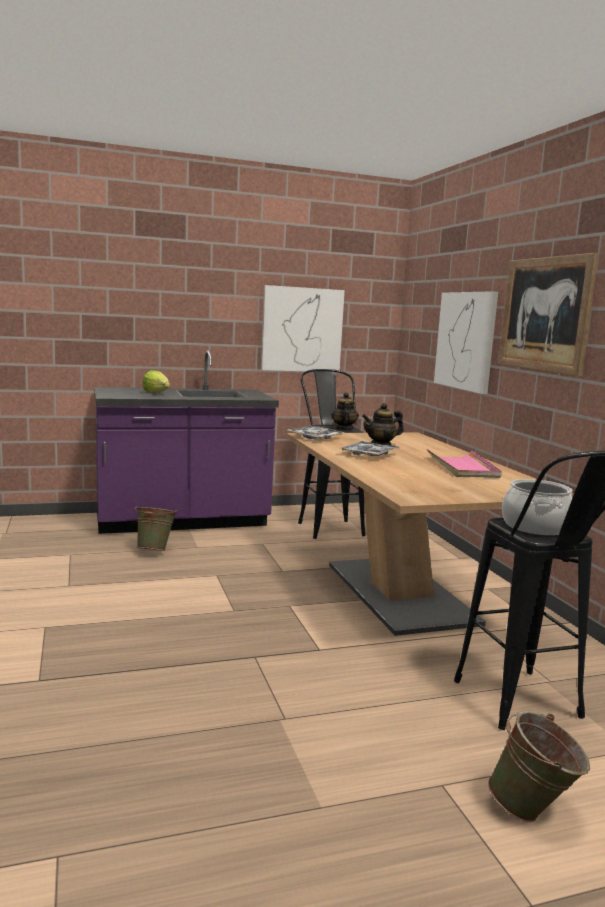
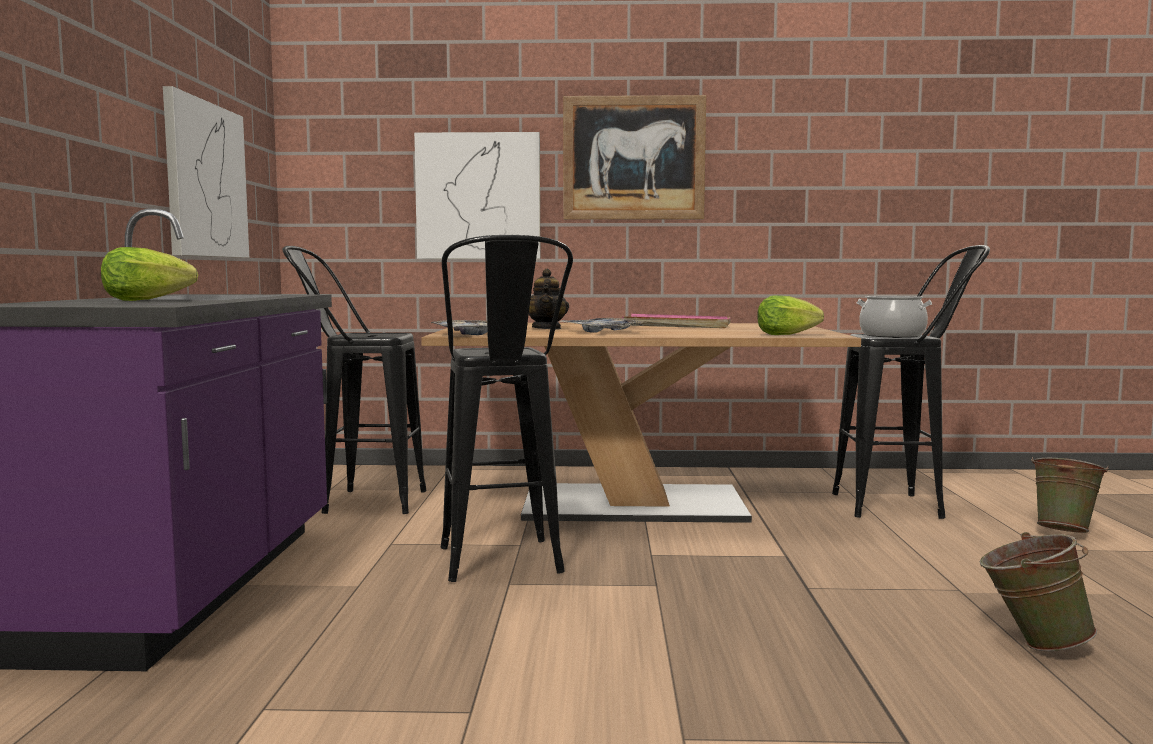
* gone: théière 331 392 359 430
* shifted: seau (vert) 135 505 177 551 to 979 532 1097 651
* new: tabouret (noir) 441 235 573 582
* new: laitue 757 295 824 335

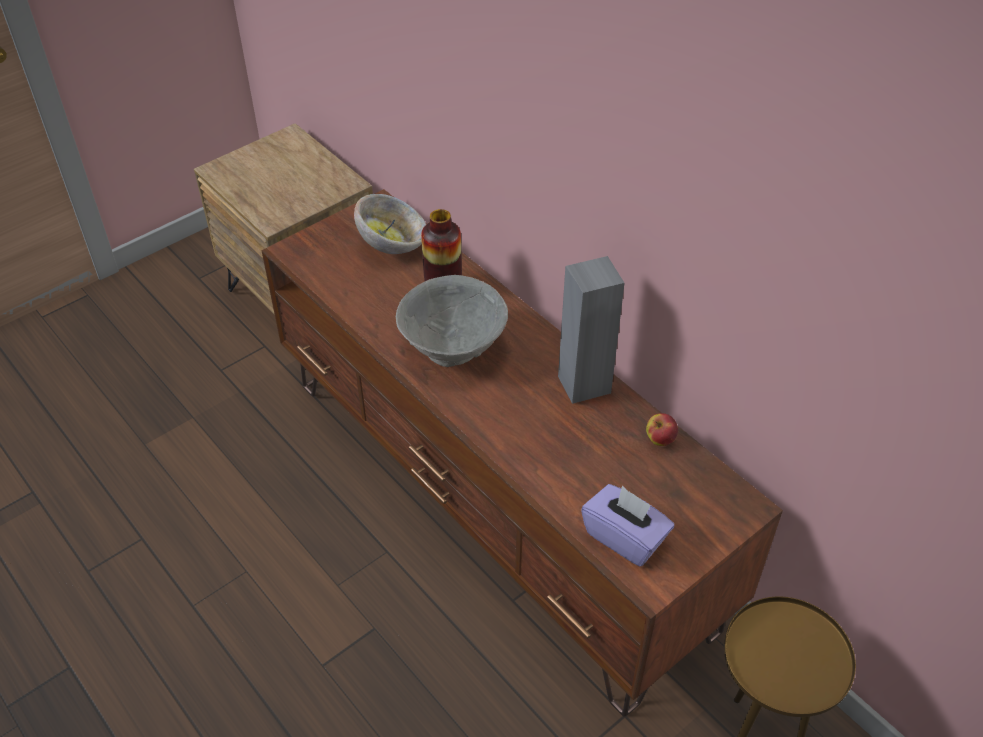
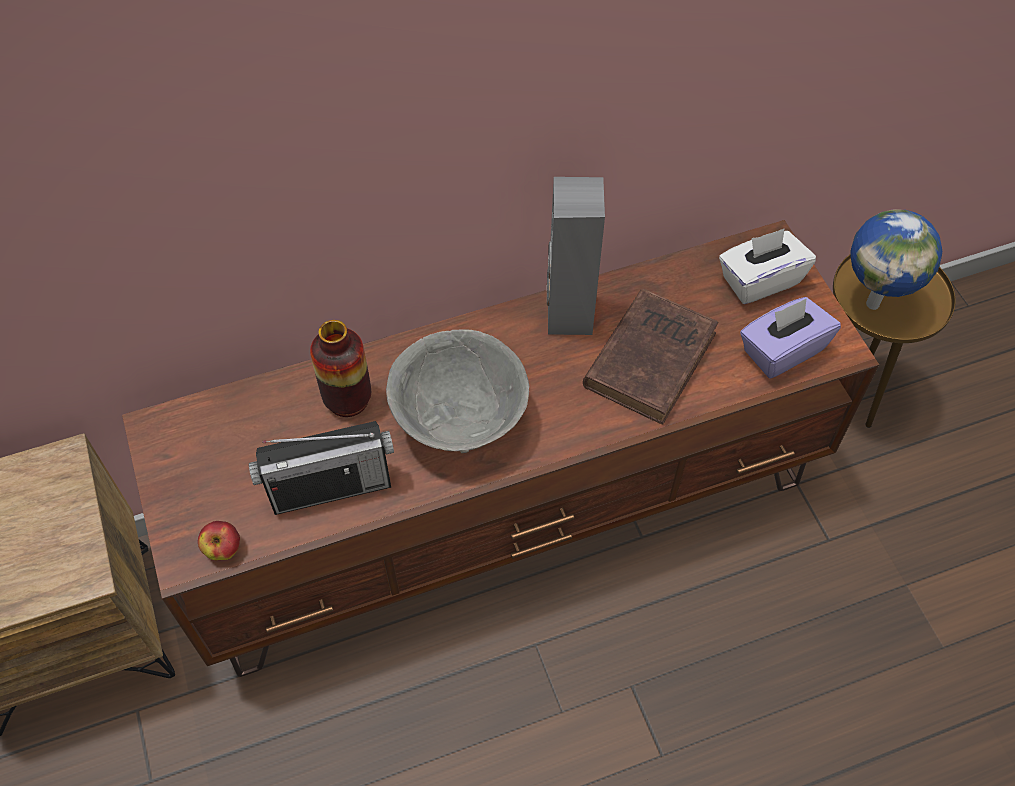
* gone: bol 354 194 426 254
* shifted: pomme 646 413 678 446 to 198 521 240 560
* new: globe 850 209 942 310
* new: boîte à mouchoirs (blanc) 719 228 816 304
* new: livre (marron) 583 289 719 424
* new: radio 249 421 394 515

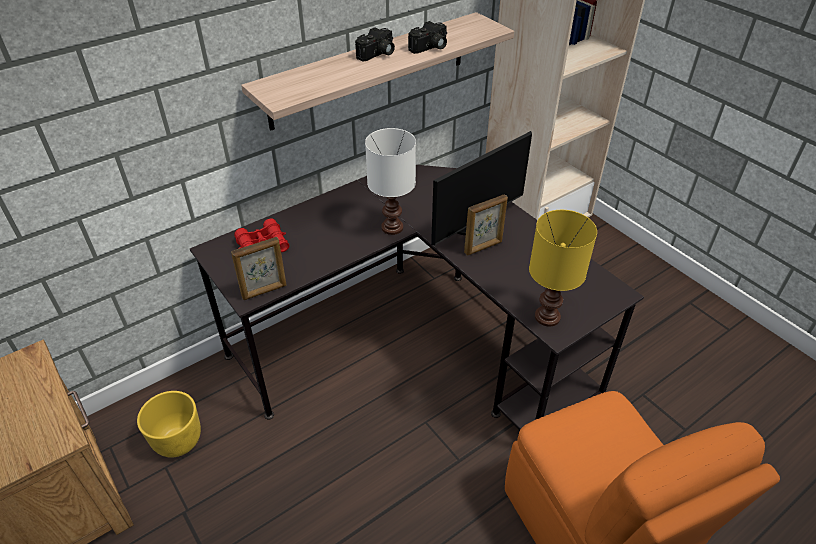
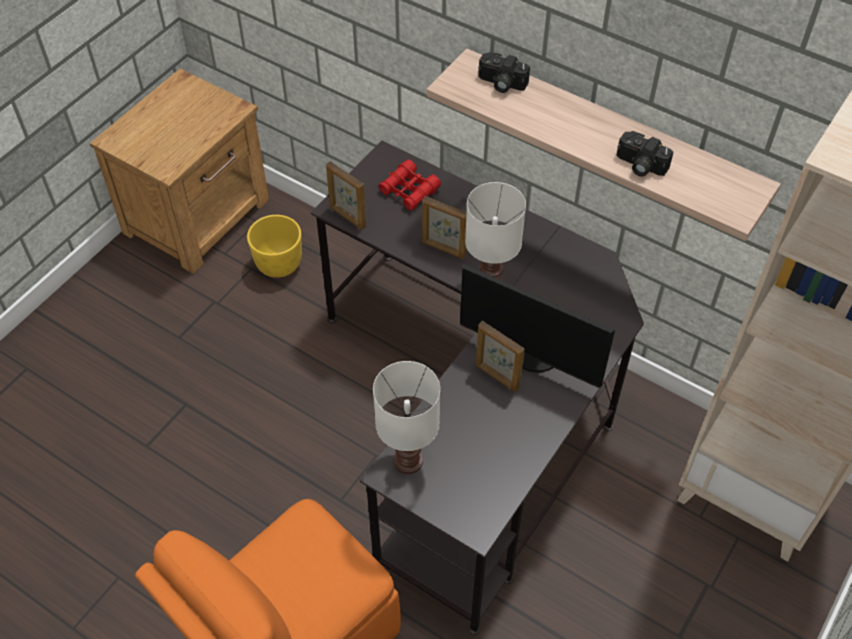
* shifted: appareil photo 355 27 395 62 to 478 52 530 93
* repainted: lampe de table (jaune) 529 210 597 327 to lampe de table (blanc) 373 361 440 474
* new: cadre photo 422 196 467 259

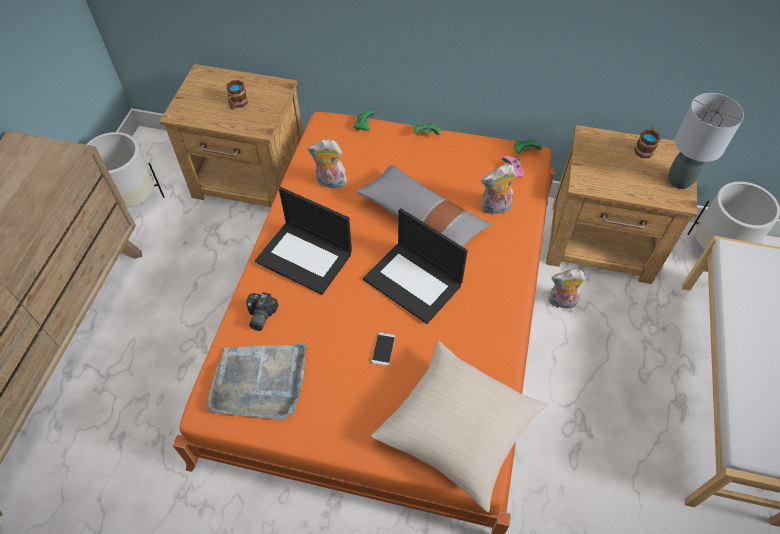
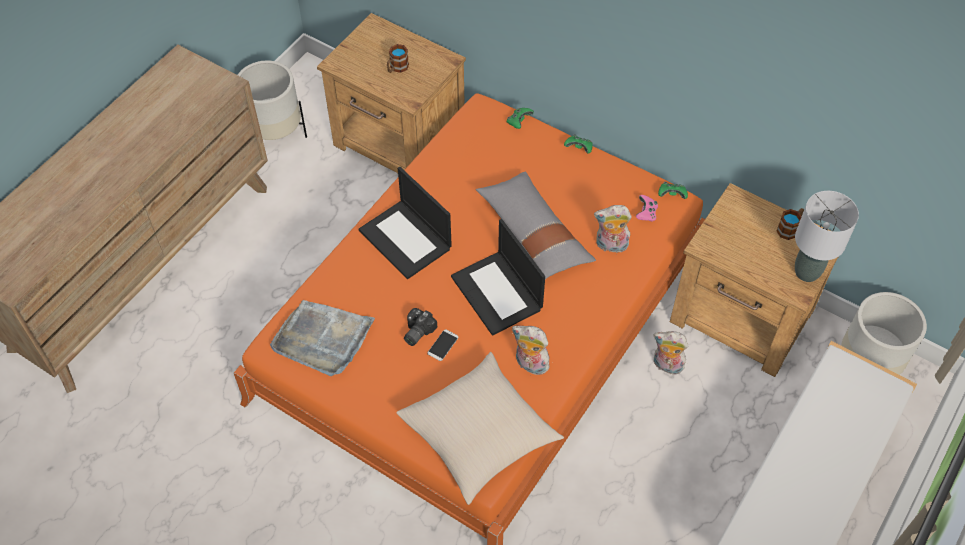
* shifted: peluche 307 140 347 189 to 512 326 550 375
* shifted: appareil photo 246 292 279 331 to 404 308 437 346

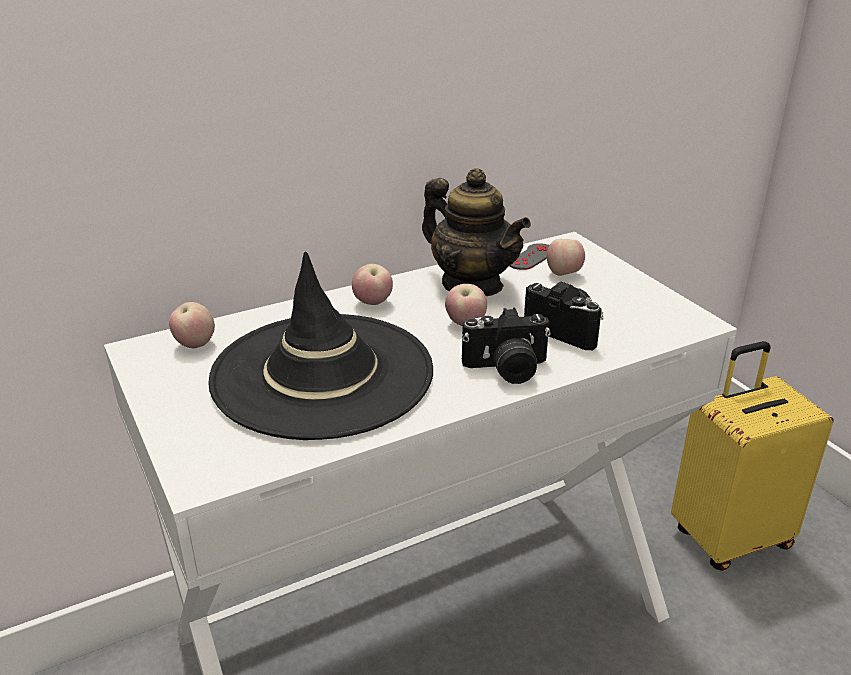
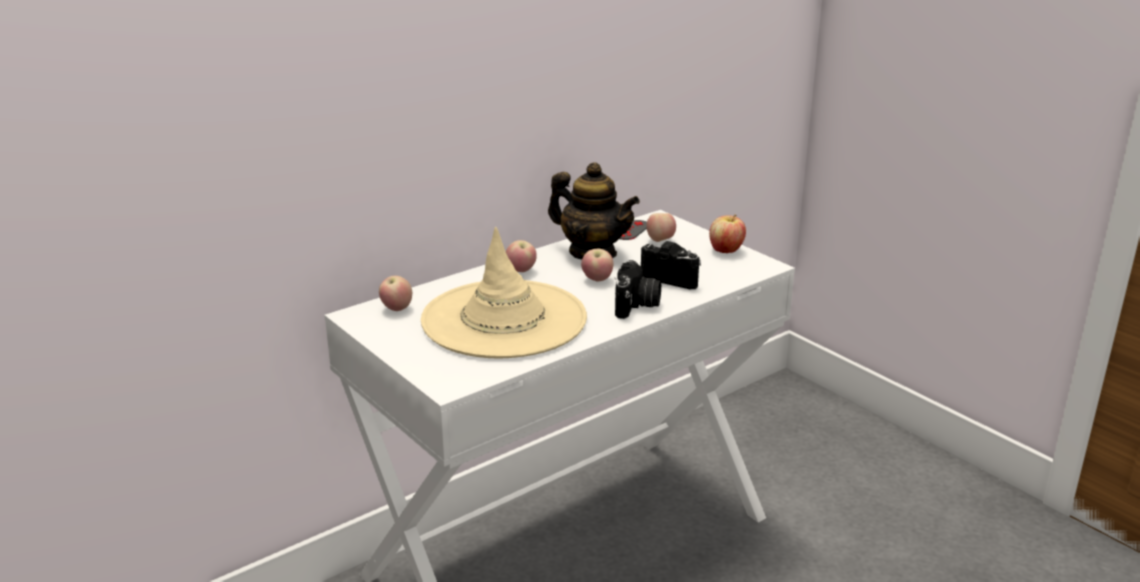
* repainted: chapeau (noir) 208 251 433 440 to chapeau (beige) 421 227 587 359
* rotated: appareil photo 462 308 551 384 = 614 260 661 319 60 degrees counterclockwise
* gone: valise (jaune) 671 341 834 571
* new: pomme 709 214 746 253

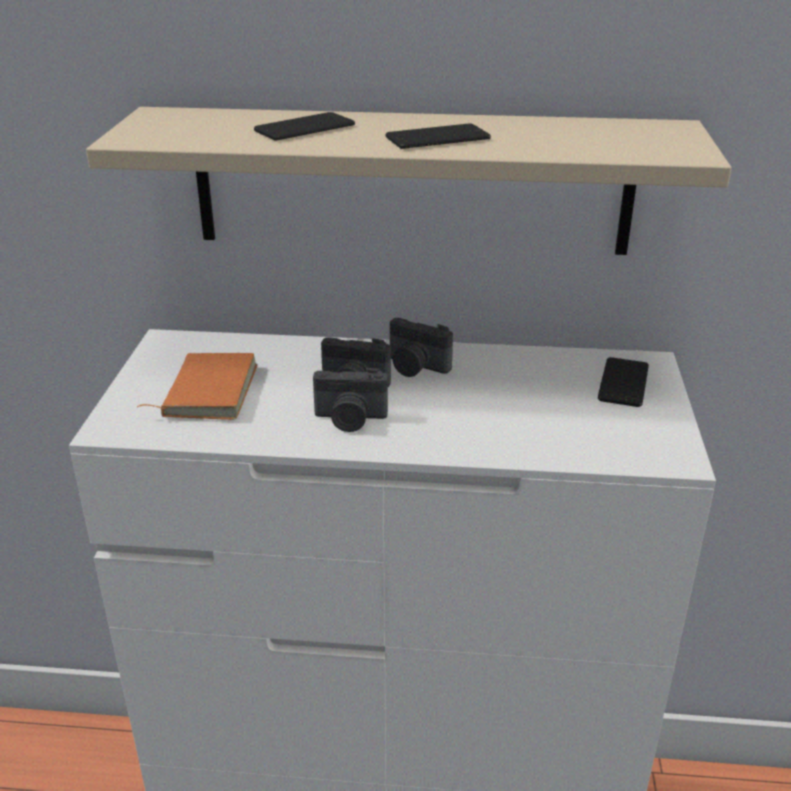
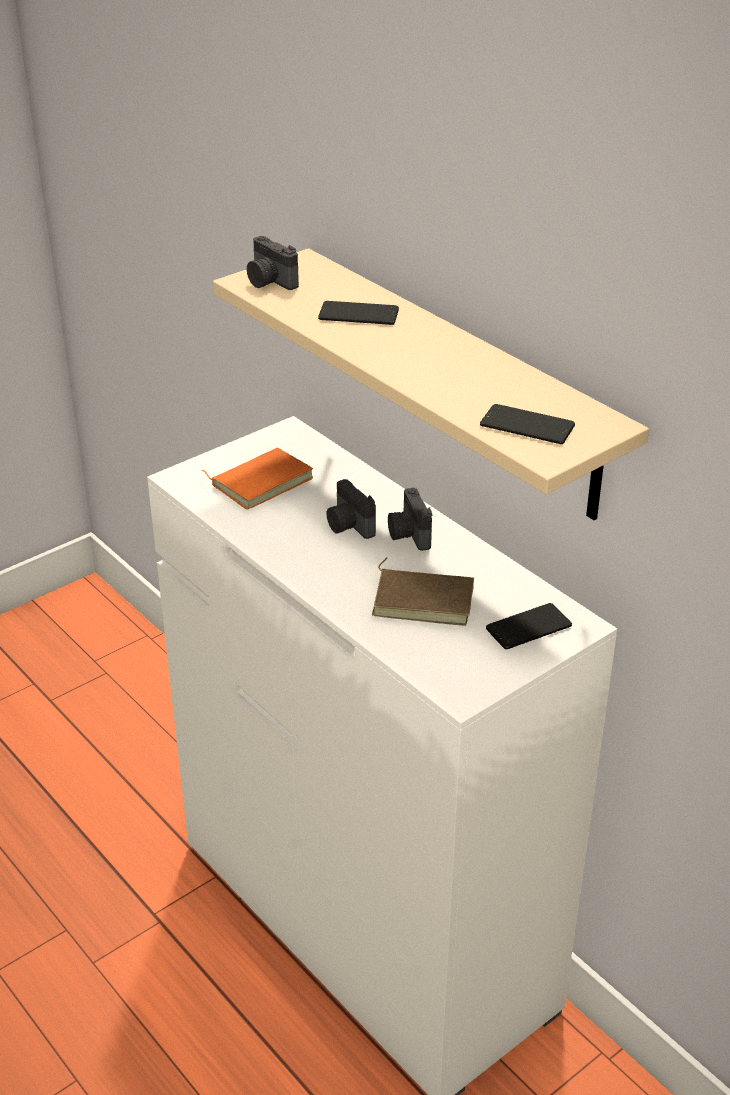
* shifted: téléphone 386 124 491 149 to 480 404 575 444
* shifted: appareil photo 313 368 388 432 to 247 236 299 290
* new: livre (marron) 372 557 474 626

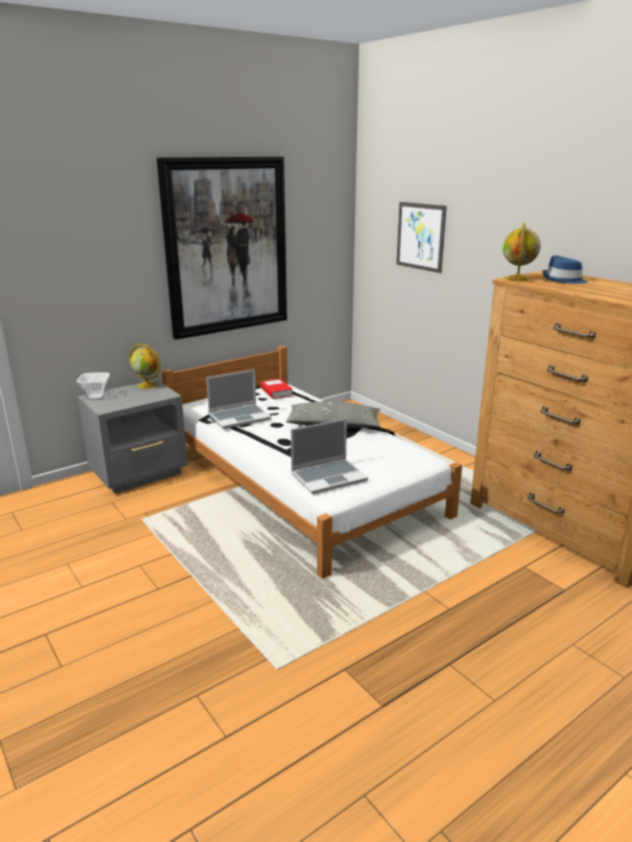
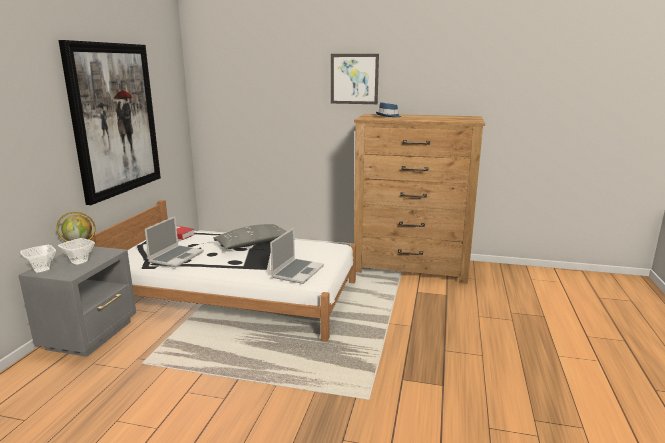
* shifted: tableau 396 202 447 273 to 331 54 379 104
* gone: globe 503 223 541 281
* new: bol 57 238 95 266

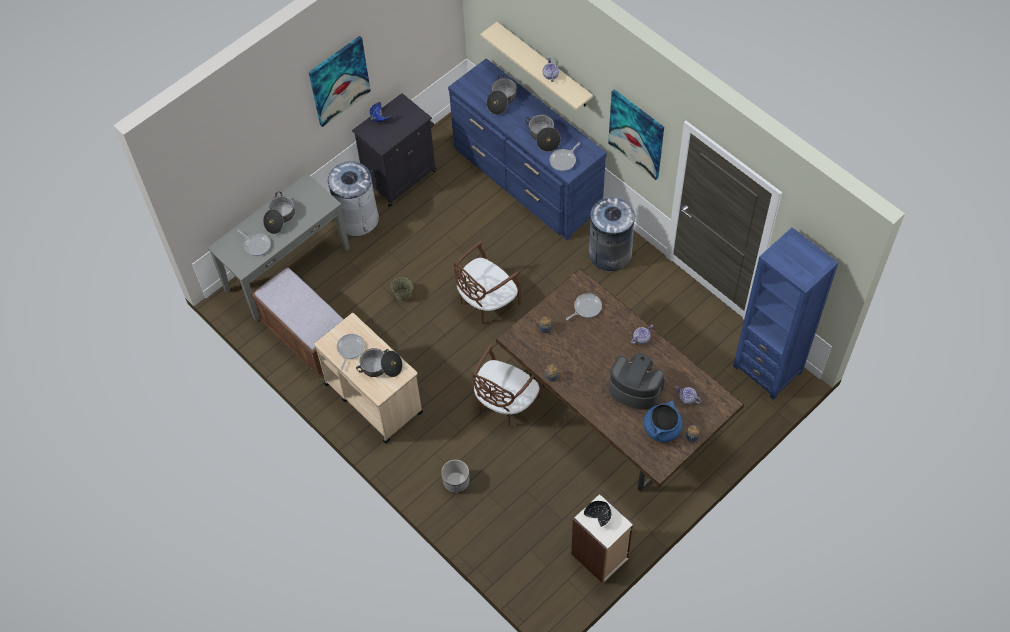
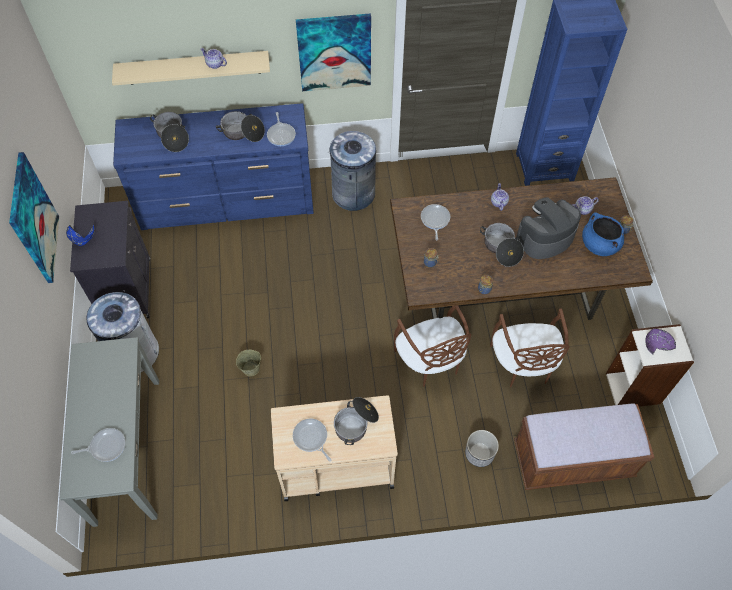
* shifted: marmite 263 192 295 234 to 480 223 524 267
* shifted: chaise (marron) 453 241 521 324 to 490 308 570 387
* shifted: banc (marron) 251 267 344 377 to 514 403 654 490
* repainted: bol (noir) 584 501 611 527 to bol (violet) 645 329 676 354

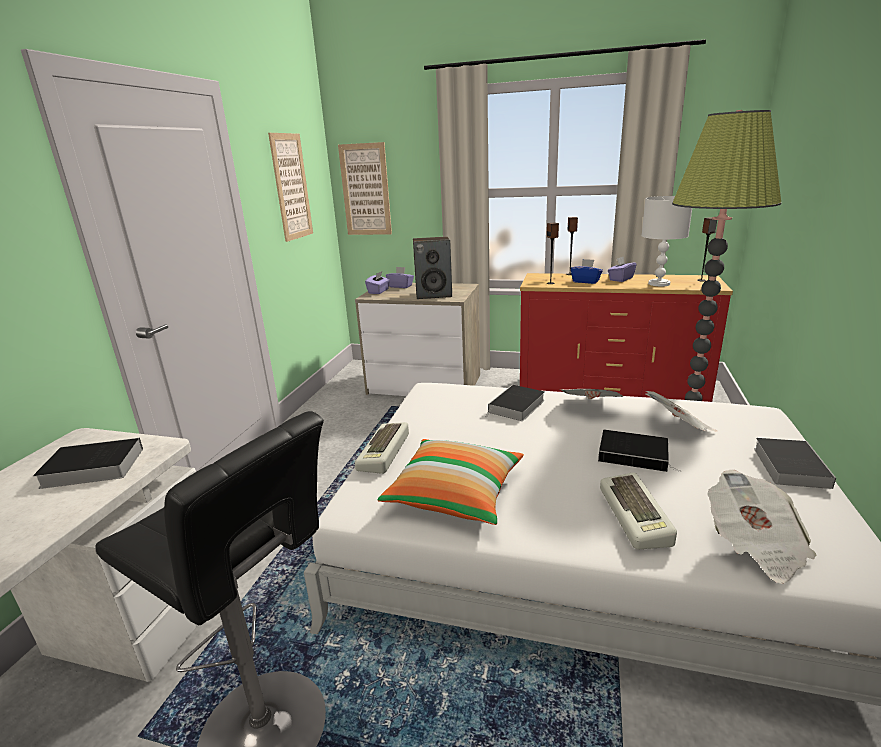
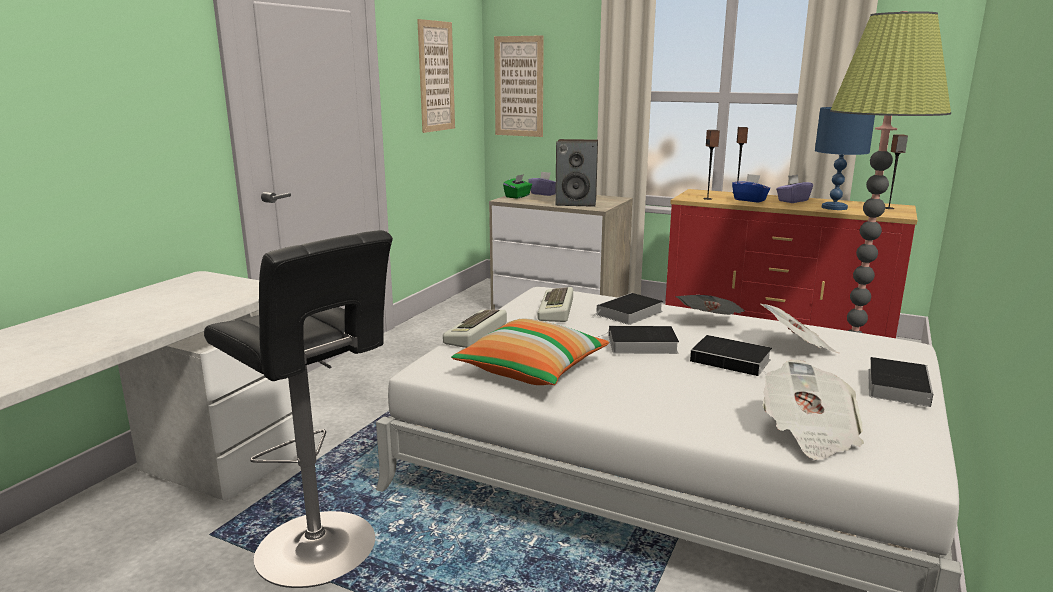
* repainted: lampe de table (blanc) 641 196 692 286 to lampe de table (bleu) 815 107 875 210
* repainted: boîte à mouchoirs (violet) 365 272 390 294 to boîte à mouchoirs (vert) 503 174 532 199
* shifted: livre 33 438 143 489 to 598 326 679 354
* shifted: clavier 600 472 677 549 to 537 287 573 322

